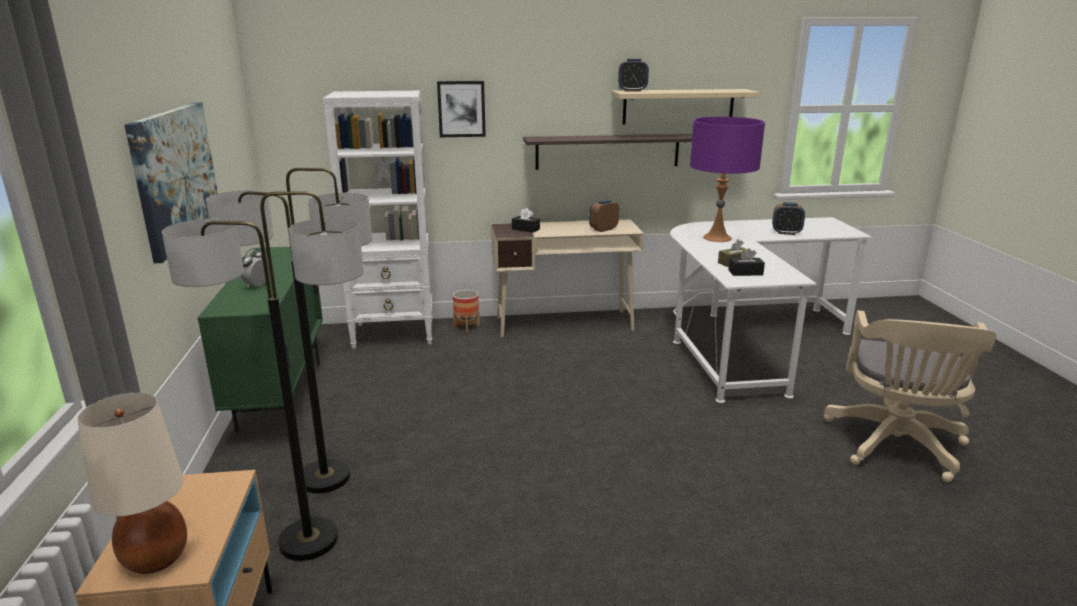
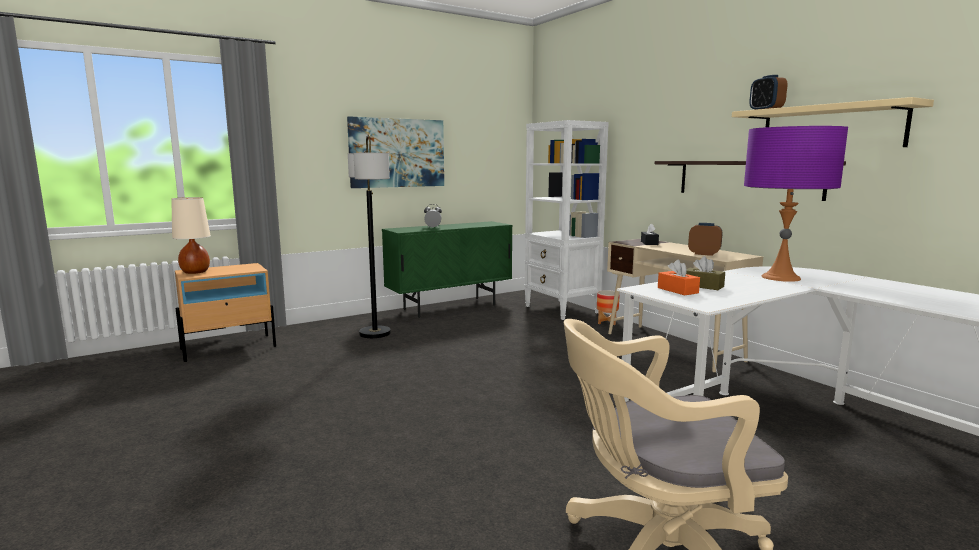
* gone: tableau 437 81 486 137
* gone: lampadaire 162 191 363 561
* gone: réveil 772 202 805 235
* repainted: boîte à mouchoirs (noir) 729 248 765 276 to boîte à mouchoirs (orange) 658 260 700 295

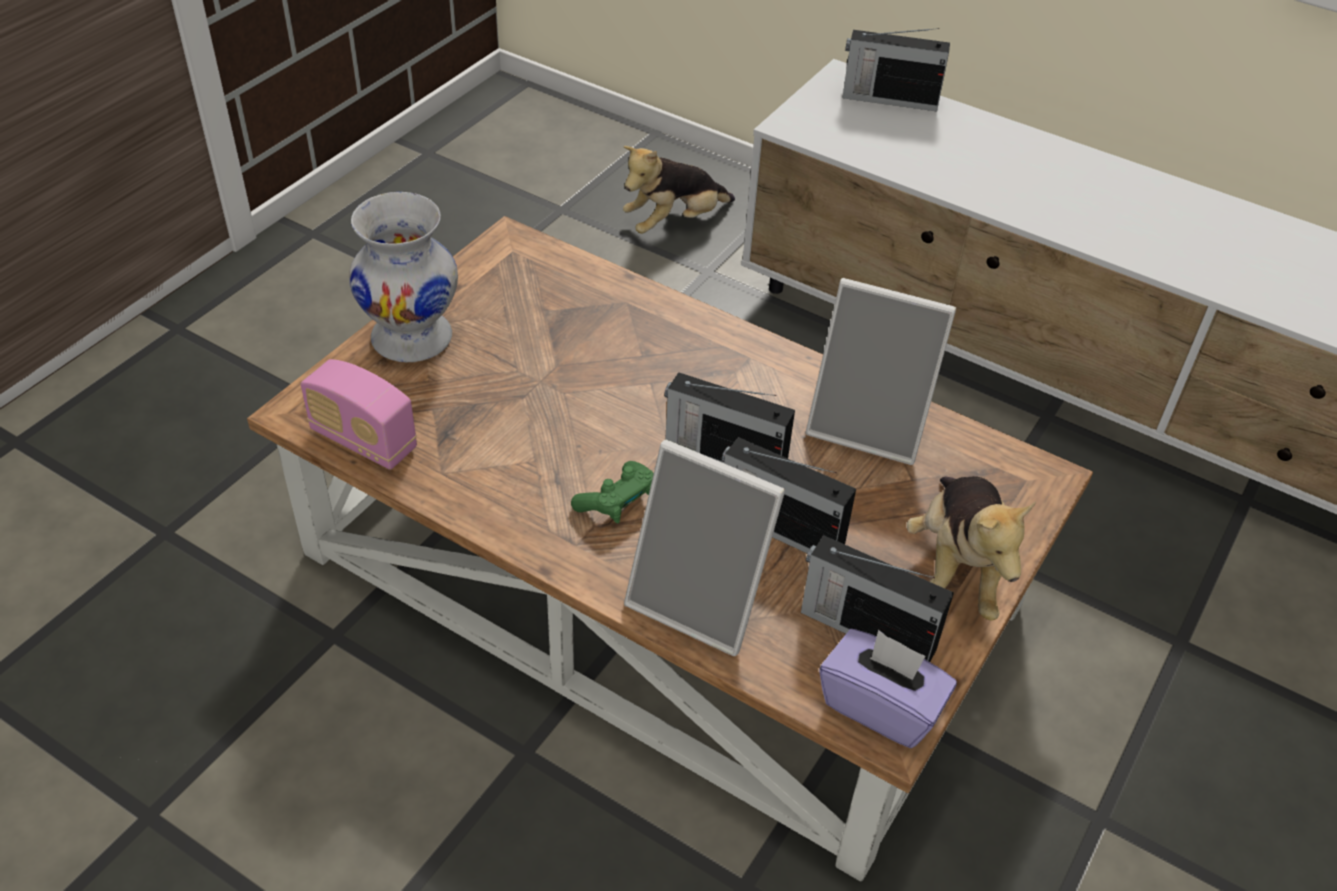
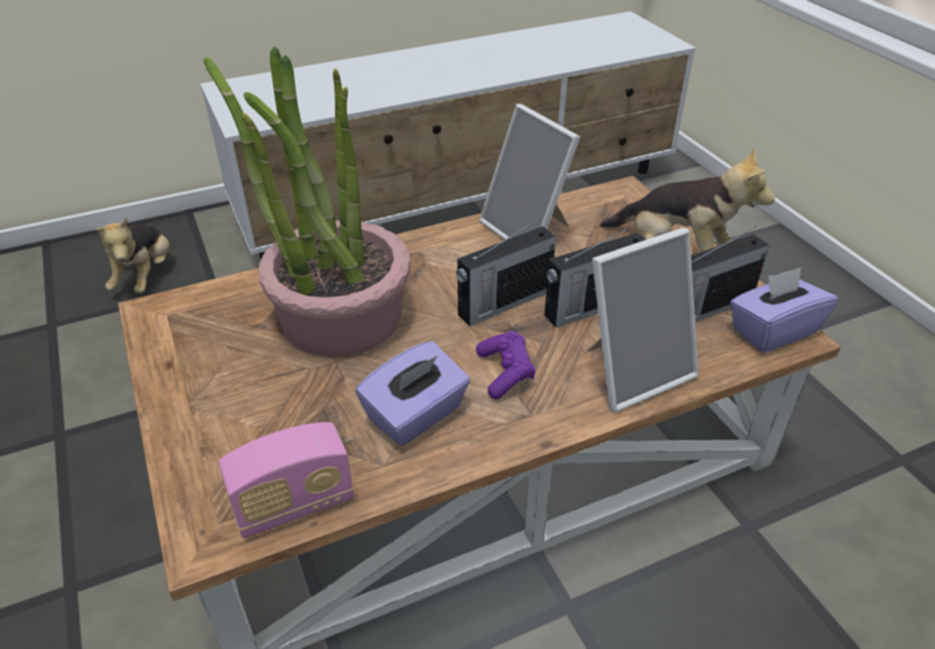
* gone: radio 842 28 950 111
* gone: vase (blanc) 349 192 458 363
* rotated: cadre photo 806 278 956 465 = 479 104 580 240 90 degrees clockwise
* repainted: manette (vert) 571 461 654 524 to manette (violet) 476 331 536 399
* new: plante en pot 203 47 411 357
* new: boîte à mouchoirs (violet) 356 341 470 446

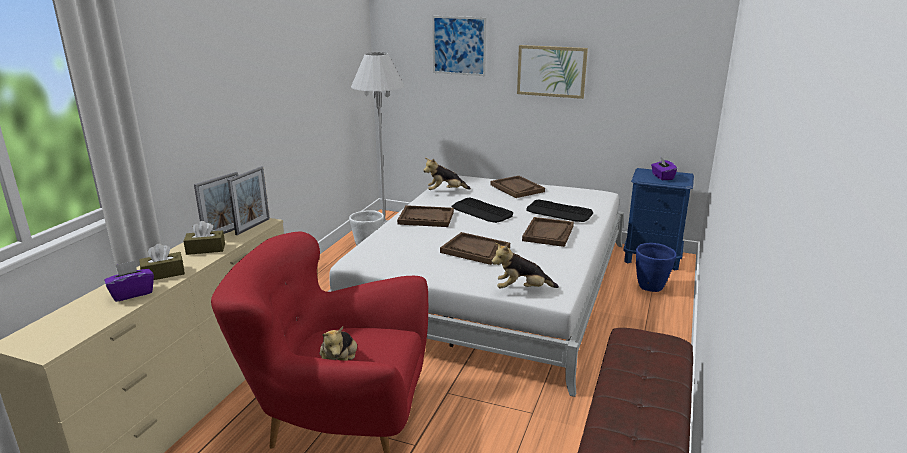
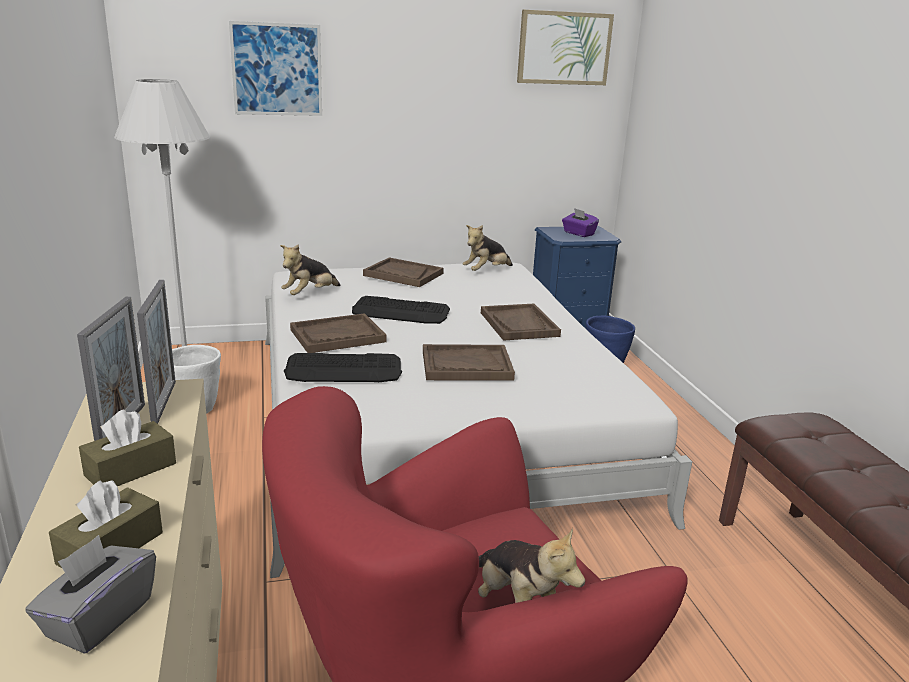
* shifted: tableau 517 45 588 99 to 517 10 614 85
* shifted: clavier 526 199 593 222 to 284 353 402 382
* shifted: peluche 492 243 559 289 to 463 225 513 271
* repainted: boîte à mouchoirs (violet) 104 260 154 302 to boîte à mouchoirs (gris) 25 535 156 654

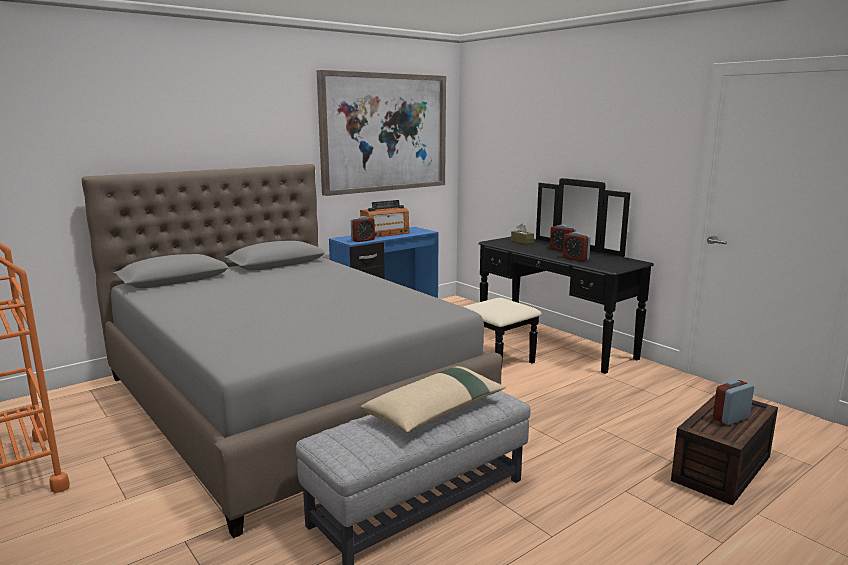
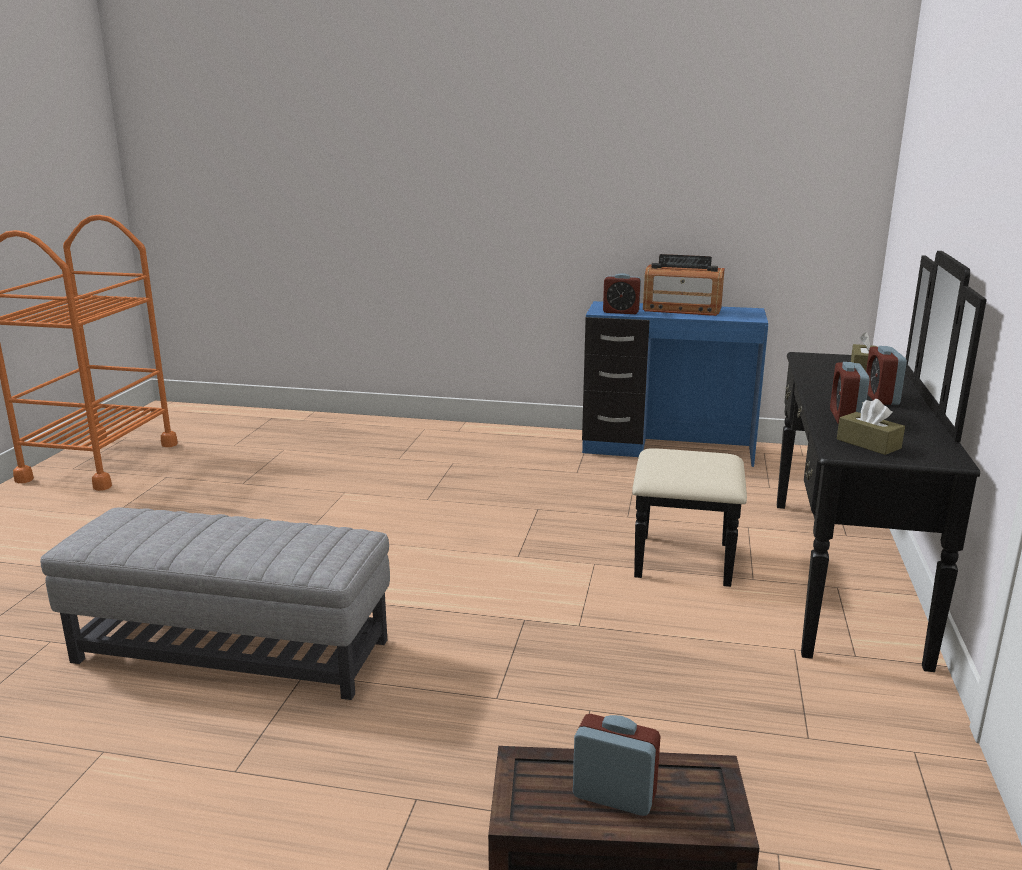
* gone: tableau 317 70 446 196
* gone: lit (gris) 82 164 502 538
* gone: coussin (beige) 361 366 506 433
* new: boîte à mouchoirs (marron) 837 399 905 455

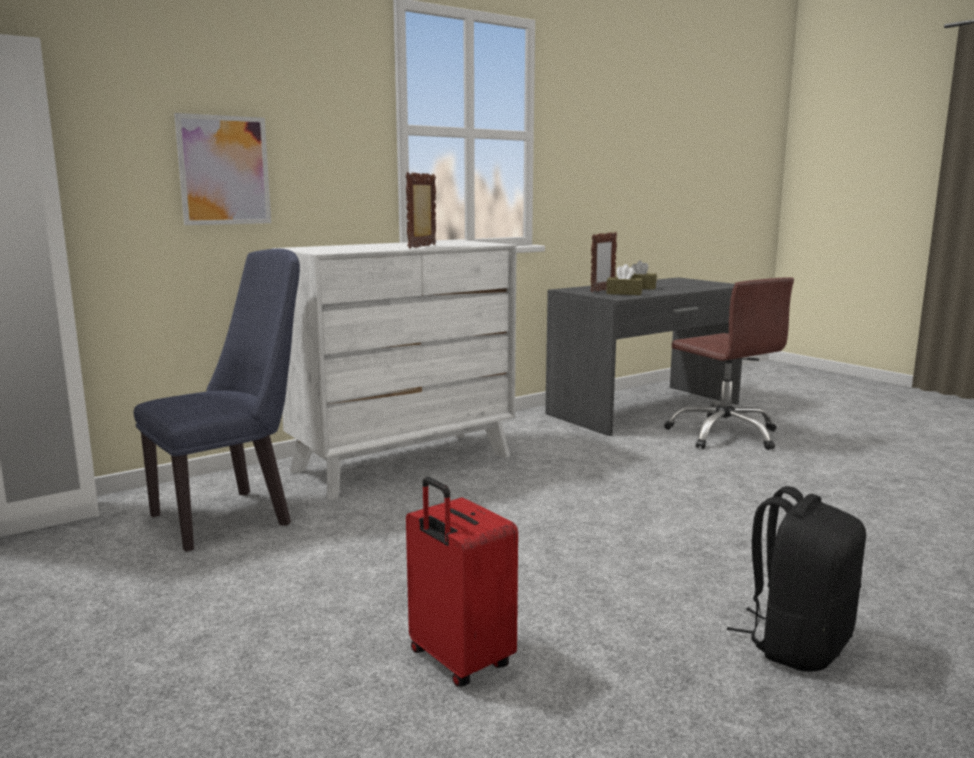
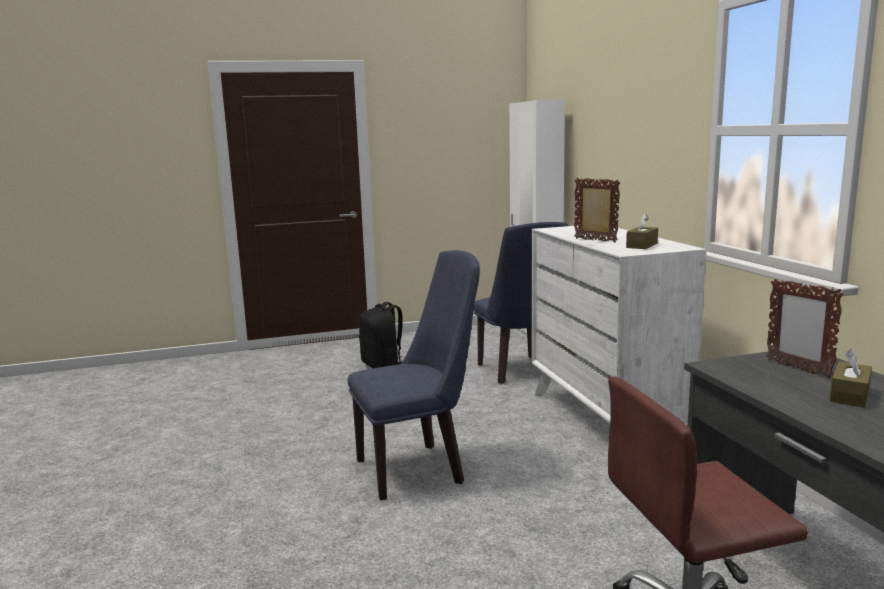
* gone: tableau 174 113 271 225
* shifted: boîte à mouchoirs (marron) 606 264 643 295 to 626 214 658 249
* gone: valise (rouge) 406 477 518 687
* shifted: sac à dos (noir) 727 486 866 672 to 359 302 403 368
* new: chaise (bleu) 348 250 480 500

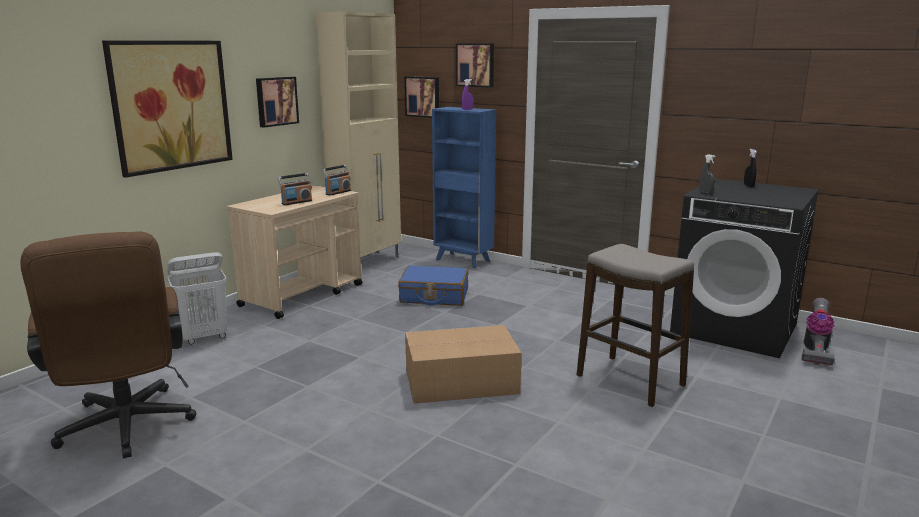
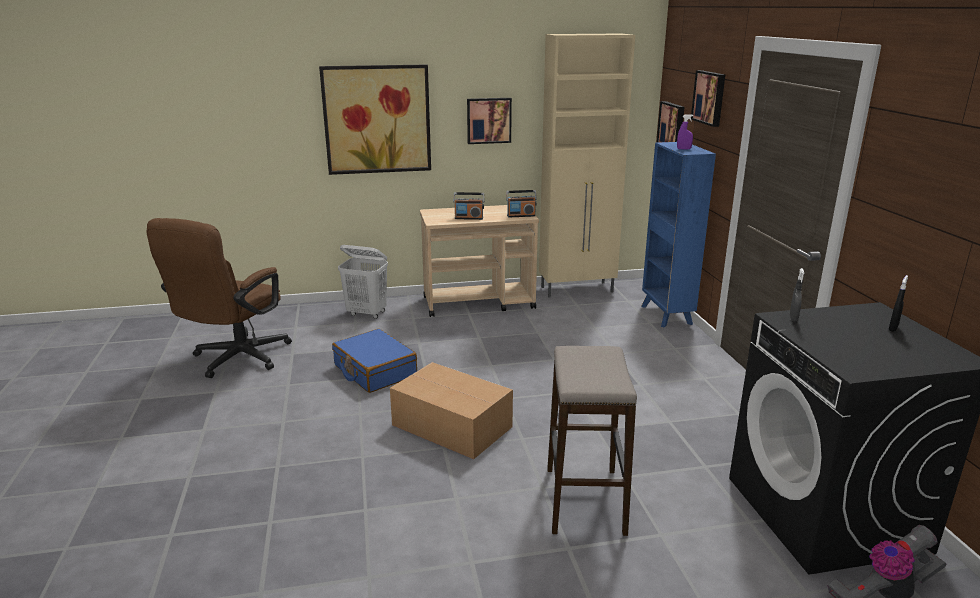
* shifted: valise (bleu) 398 266 468 306 to 332 329 417 393

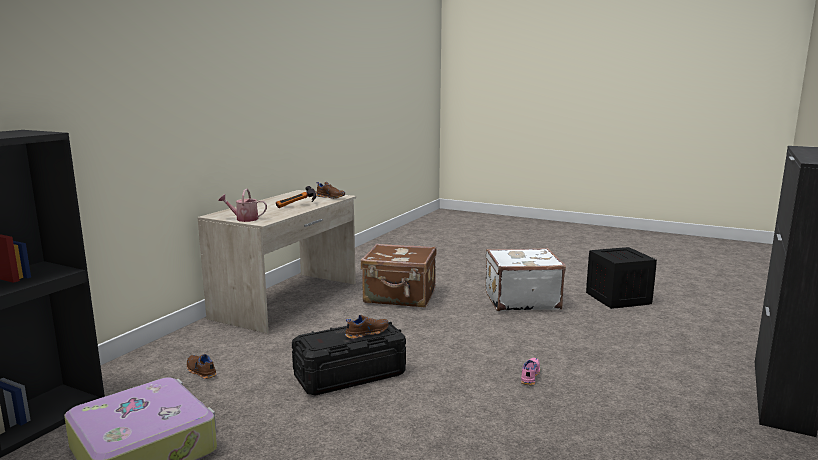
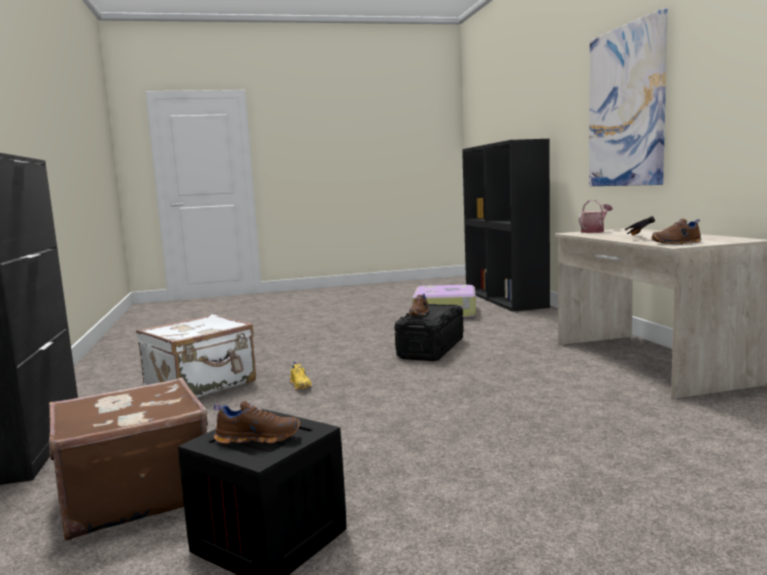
* shifted: valise (marron) 361 243 437 308 to 49 378 208 541
* shifted: valise (blanc) 486 248 566 311 to 136 314 256 397
* shifted: chaussure (marron) 187 354 217 379 to 214 401 300 444
* repainted: chaussure (rose) 521 358 540 386 to chaussure (jaune) 290 361 312 390
* new: tableau 589 8 668 186

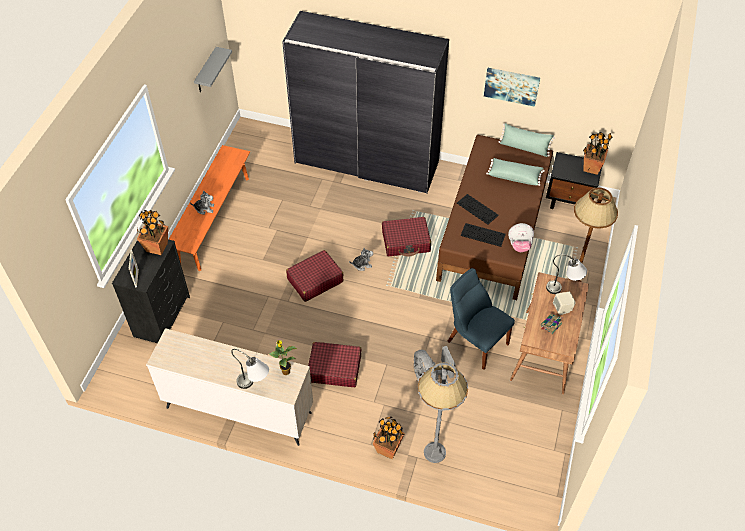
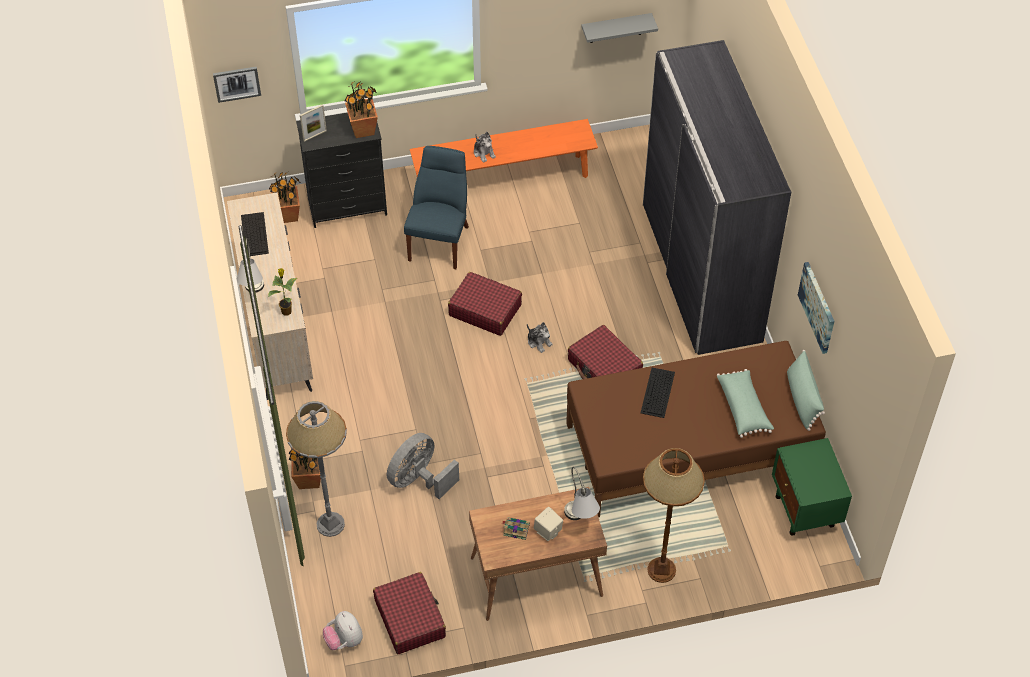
* shifted: plante en pot 583 132 613 175 to 269 171 300 223
* repainted: table de chevet (noir) 546 152 602 209 to table de chevet (vert) 772 438 852 536
* shifted: clavier 461 223 506 247 to 241 212 269 256
* shifted: peluche 508 223 534 252 to 323 611 363 650
* shifted: chaise (bleu) 448 268 515 370 to 404 146 469 269
* shifted: valise (rouge) 308 342 361 387 to 373 572 446 654
* new: tableau 213 66 261 103

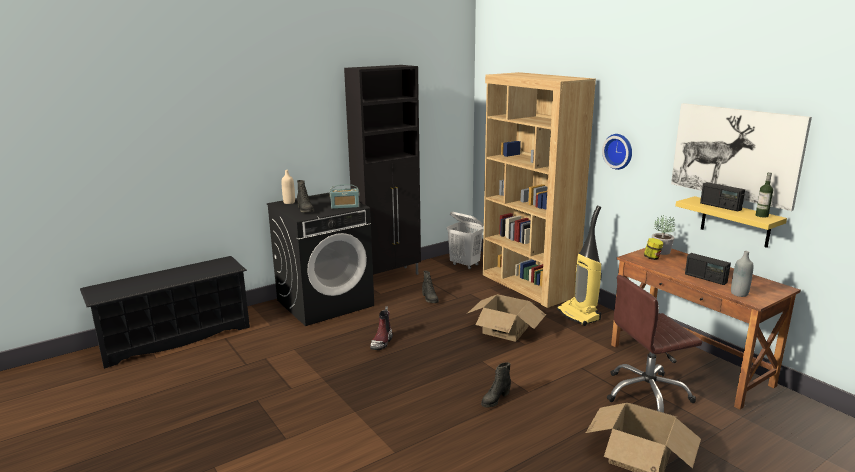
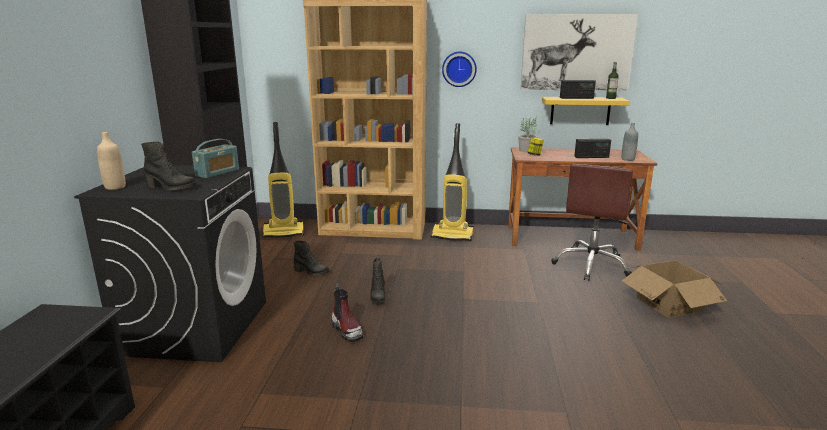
* swapped: panier à linge (blanc) 447 212 484 269 to aspirateur 262 122 304 238
* gone: carton 468 294 546 342
* shifted: botte (noir) 481 362 511 408 to 370 258 386 305

